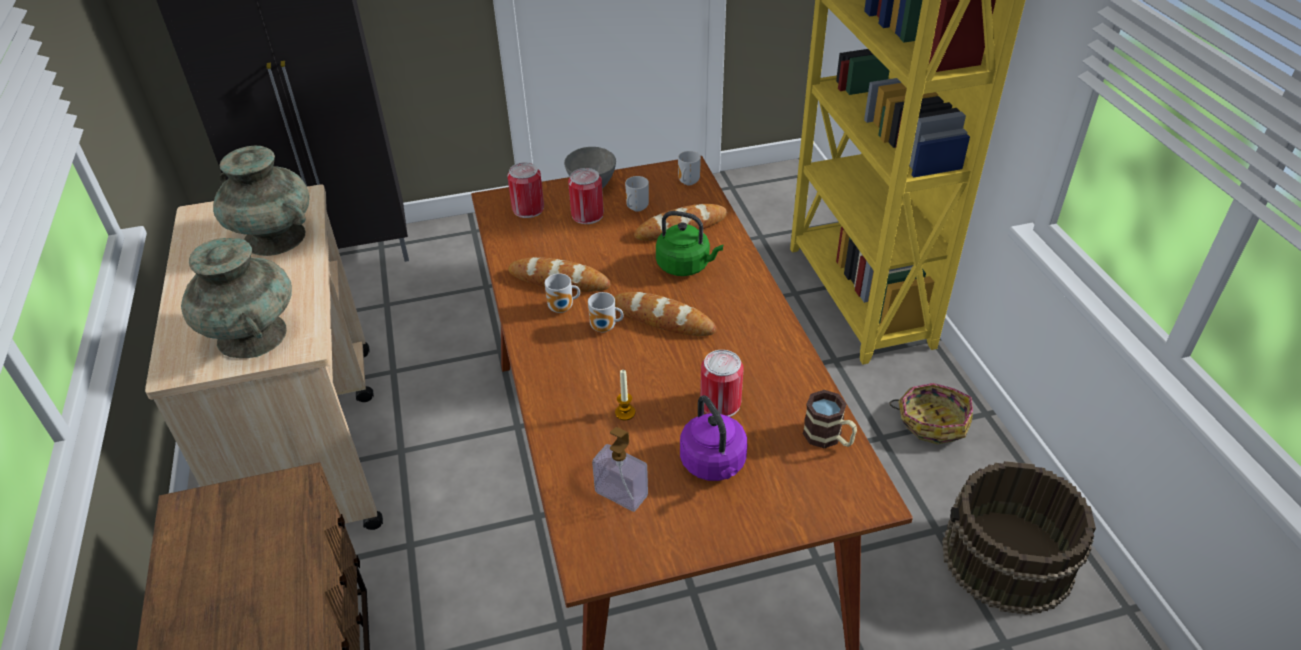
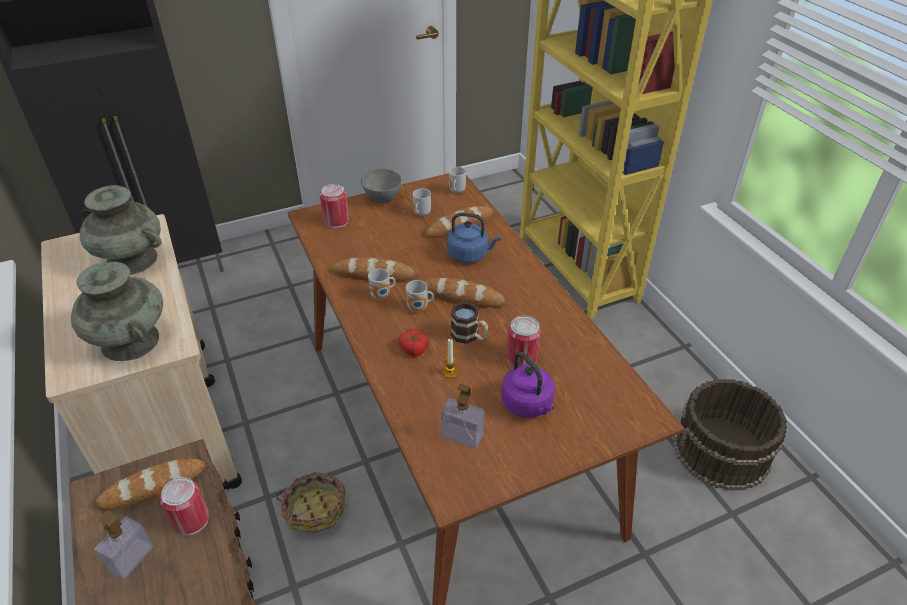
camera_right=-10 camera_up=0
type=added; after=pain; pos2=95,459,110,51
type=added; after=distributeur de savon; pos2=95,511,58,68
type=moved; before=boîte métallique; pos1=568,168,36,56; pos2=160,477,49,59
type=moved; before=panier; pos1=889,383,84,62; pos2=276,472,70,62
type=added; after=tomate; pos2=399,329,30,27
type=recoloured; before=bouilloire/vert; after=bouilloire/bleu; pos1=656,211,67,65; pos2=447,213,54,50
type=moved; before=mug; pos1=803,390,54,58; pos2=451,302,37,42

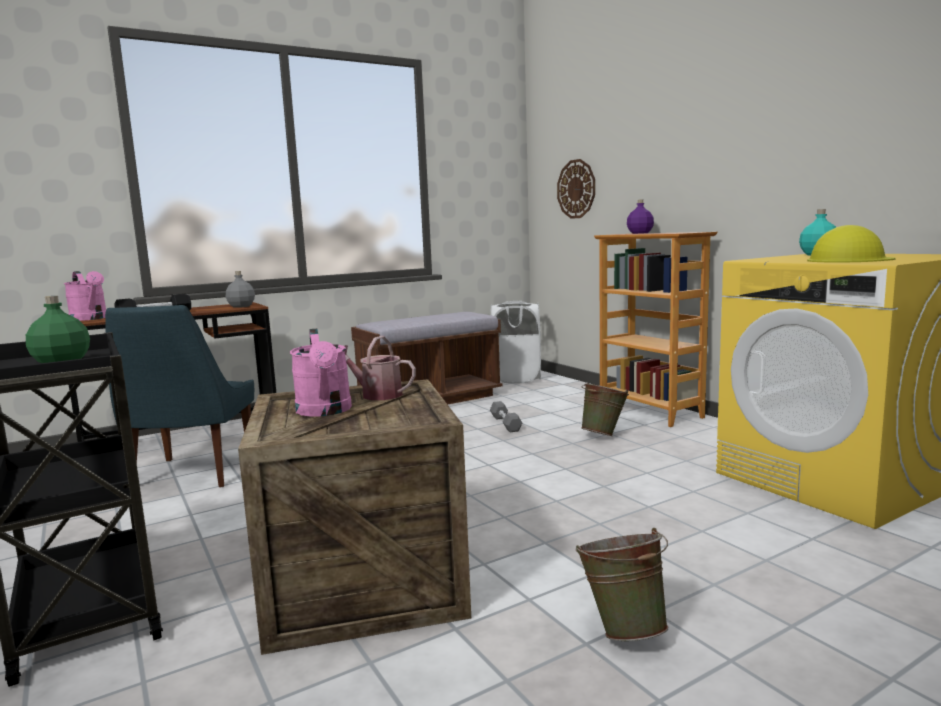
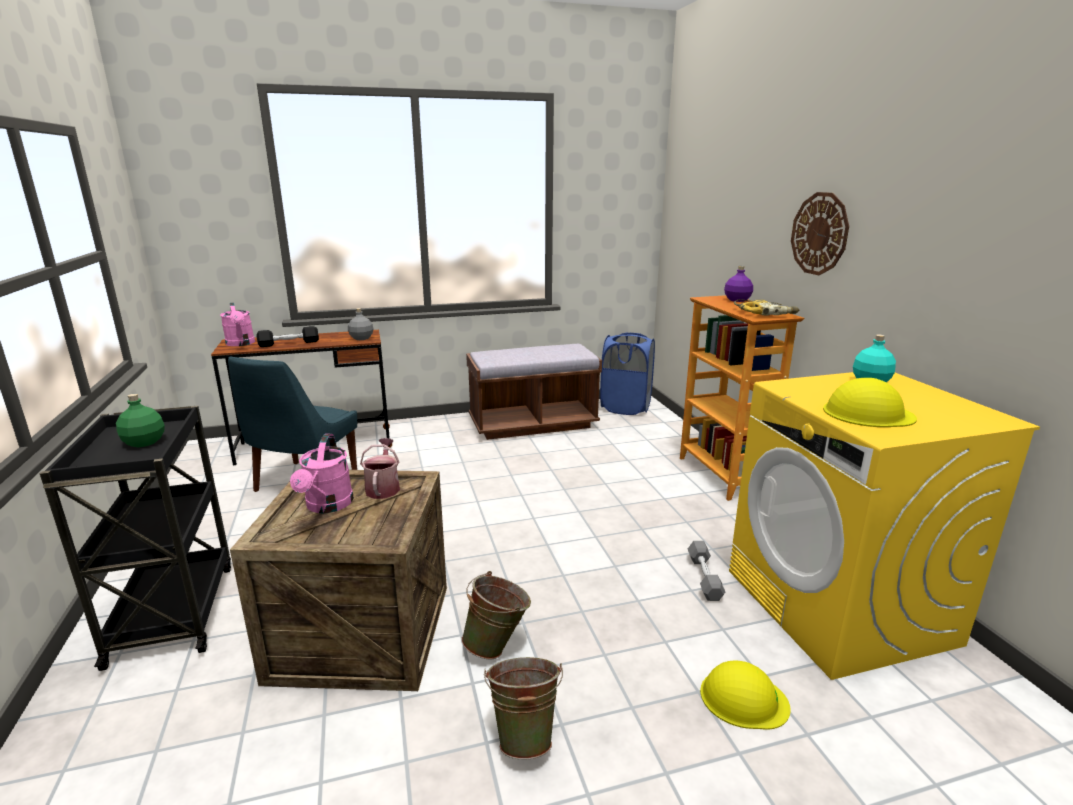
camera_right=15 camera_up=10
type=turned; before=arrosoir; pos1=344,336,72,64; pos2=360,438,40,61; turn=45
type=moved; before=seau/vert; pos1=581,383,48,53; pos2=461,571,70,89
type=recoloured; before=panier à linge/blanc; after=panier à linge/bleu; pos1=491,301,50,83; pos2=600,333,55,82
type=moved; before=haltère/gris; pos1=490,401,32,31; pos2=688,541,37,60
type=added; after=casque de chantier/jaune; pos2=700,660,91,70
type=added; after=perceuse; pos2=734,299,66,16
type=moved; before=horloge murale; pos1=557,159,38,60; pos2=791,192,58,83

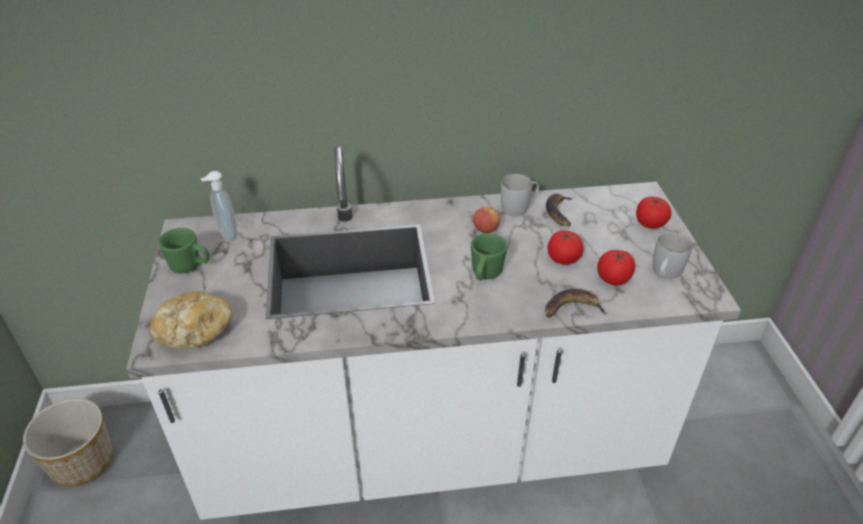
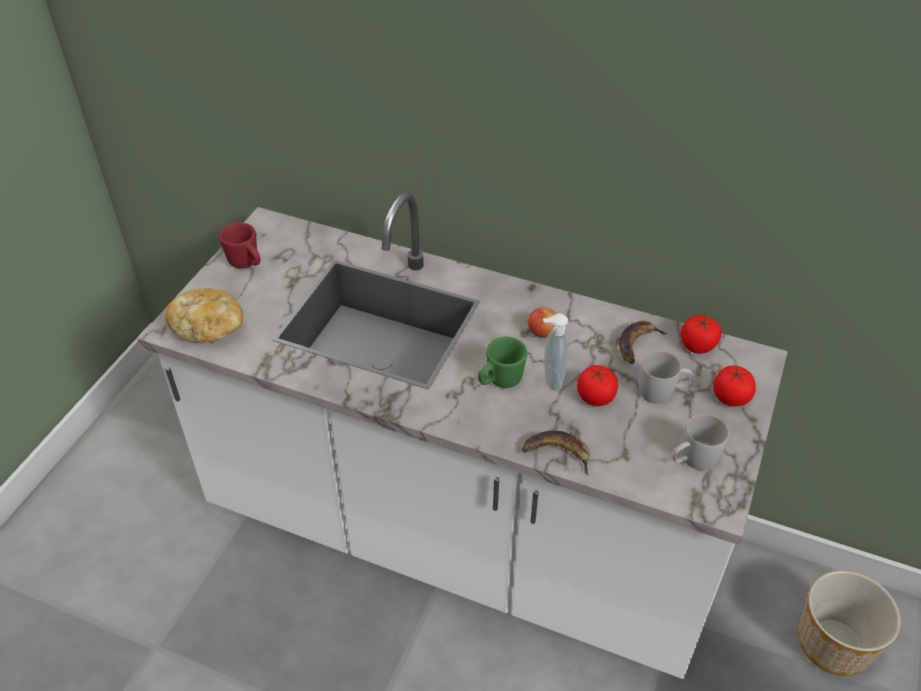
camera_right=30 camera_up=5
type=recoloured; before=mug/vert; after=mug/rouge; pos1=158,228,52,45; pos2=219,222,42,46
type=moved; before=distributeur de savon; pos1=201,171,36,70; pos2=543,313,25,78
type=moved; before=mug/blanc; pos1=501,174,38,42; pos2=639,351,55,53
type=moved; before=tomate; pos1=597,250,38,35; pos2=680,315,42,39
type=moved; before=cache-pot; pos1=23,398,90,89; pos2=798,570,103,106

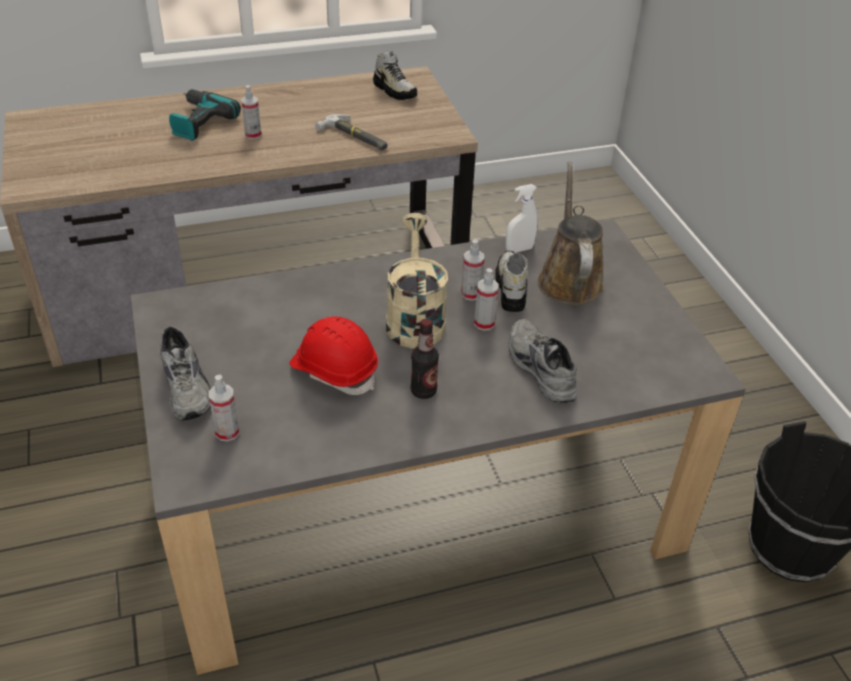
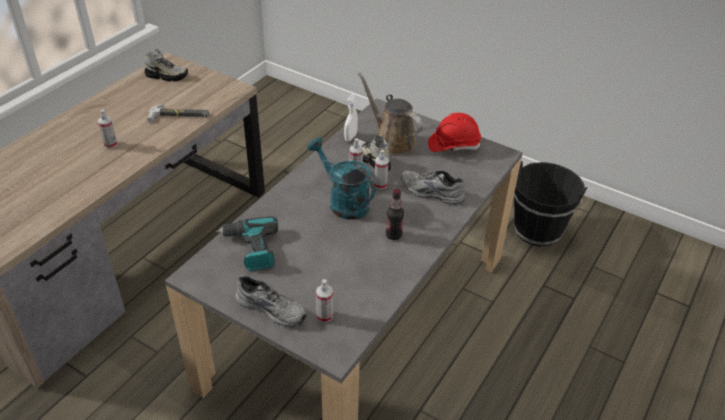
camera_right=-40 camera_up=0
type=moved; before=perceuse; pos1=169,89,72,52; pos2=216,216,62,55
type=recoloured; before=arrosoir/beige; after=arrosoir/turquoise; pos1=386,213,62,136; pos2=308,137,68,83
type=moved; before=casque de chantier/rouge; pos1=289,317,89,78; pos2=428,113,53,39

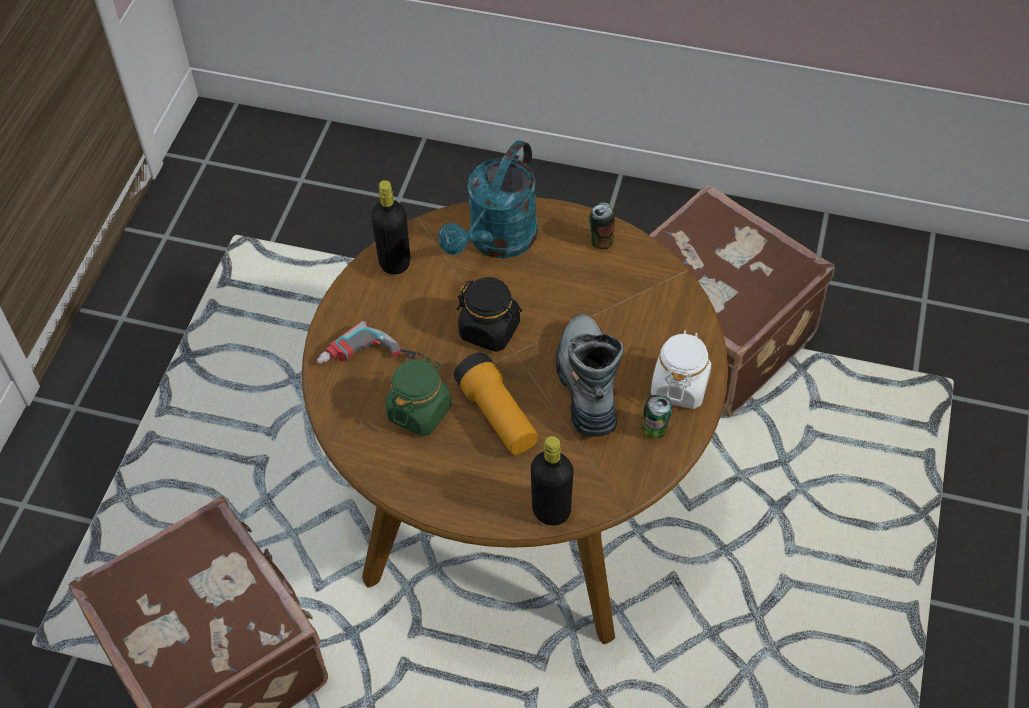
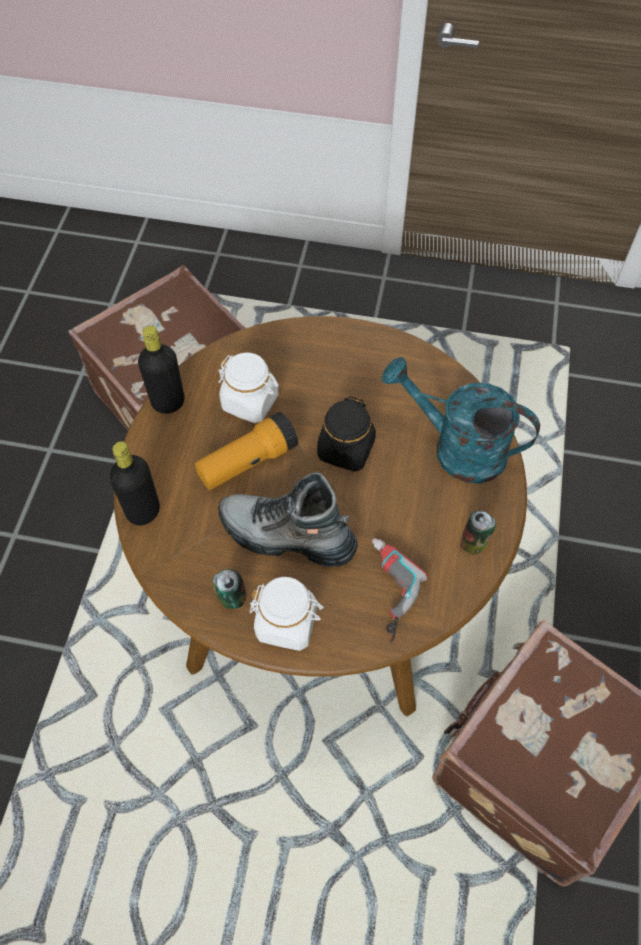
camera_right=85 camera_up=5
type=moved; before=bouteille/noir; pos1=371,180,39,95; pos2=138,326,47,88
type=recoloured; before=bocal/vert; after=bocal/blanc; pos1=385,357,66,80; pos2=218,353,61,70
type=turned; before=botte; pos1=556,314,68,123; pos2=218,472,140,95; turn=-150
type=moved; before=perceuse; pos1=317,321,107,43; pos2=372,538,56,105

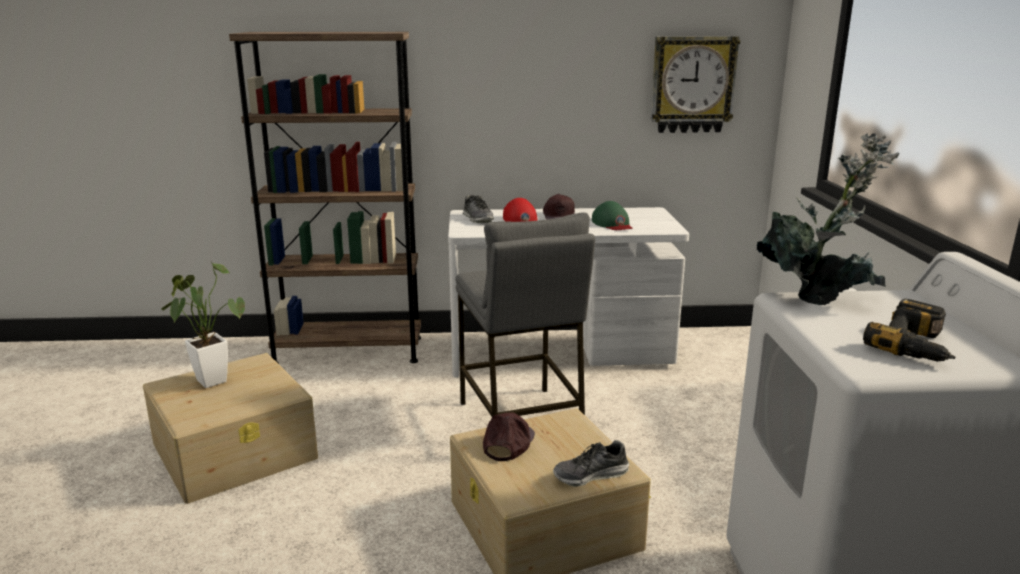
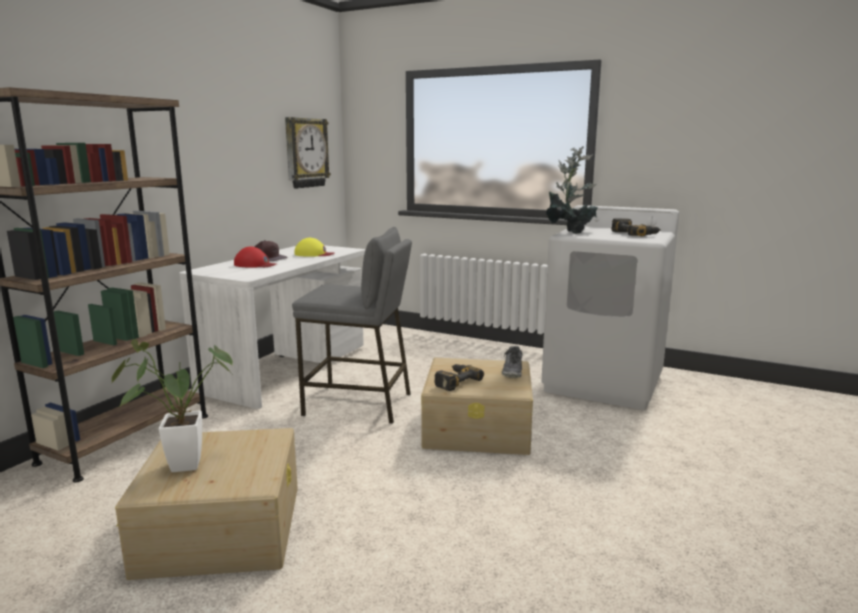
camera_right=-60 camera_up=-5
type=recoloured; before=casquette/vert; after=casquette/jaune; pos1=592,201,40,29; pos2=294,238,41,19
type=replaced; before=casquette/marron; after=perceuse; pos1=483,412,52,49; pos2=435,364,49,27
type=removed; before=chaussure; pos1=462,195,32,28

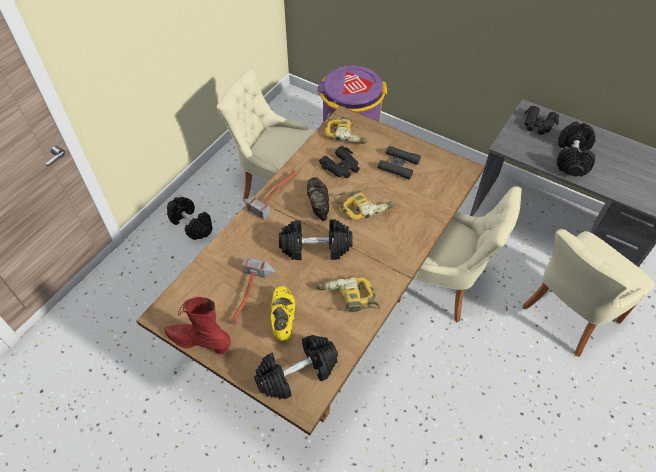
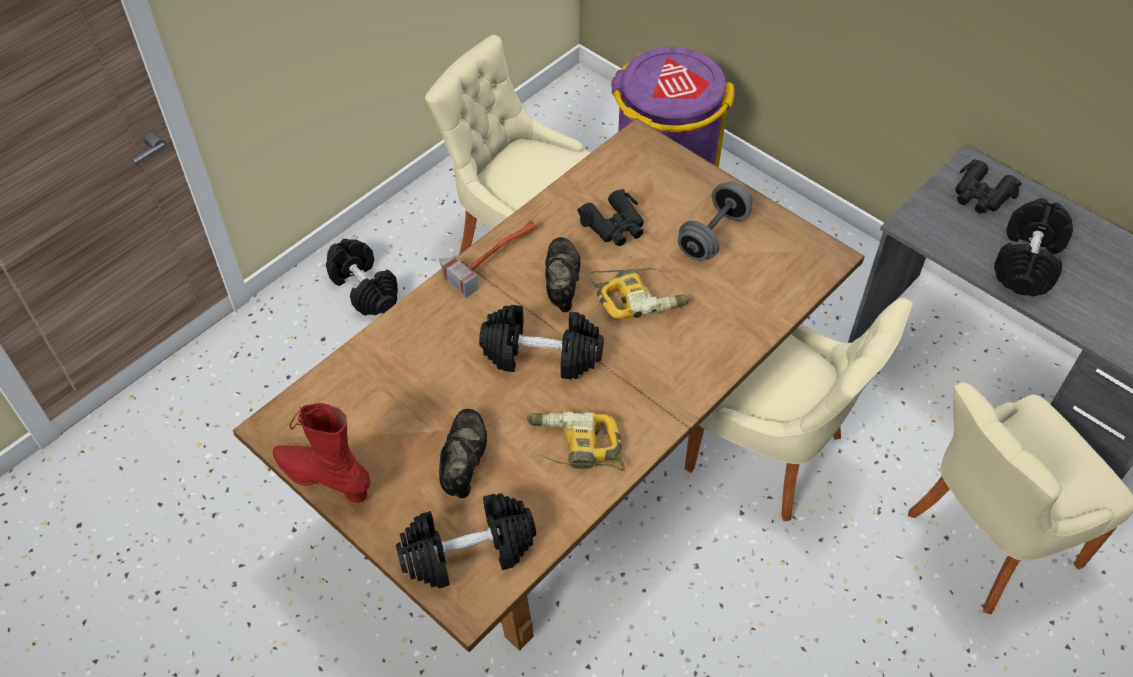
camera_right=10 camera_up=0
type=recoloured; before=chaussure/jaune; after=chaussure/noir; pos1=271,286,24,55; pos2=439,409,48,89
type=replaced; before=jumelles/noir; after=haltère/gris; pos1=378,146,43,34; pos2=678,181,74,80
type=removed; before=marteau; pos1=229,256,47,69
type=removed; before=perceuse; pos1=325,113,43,31

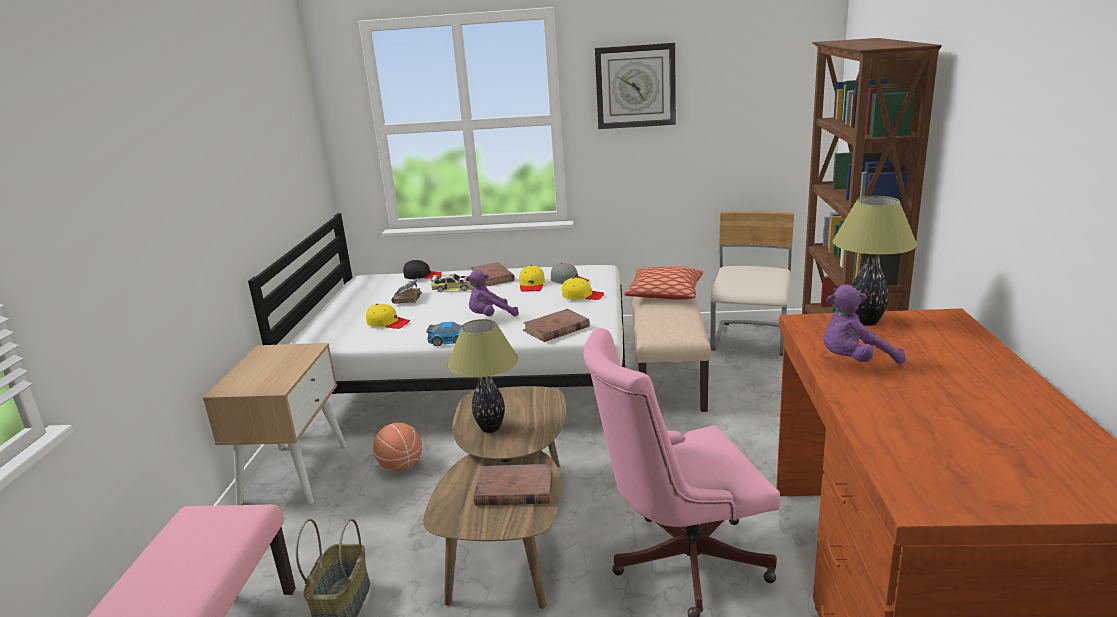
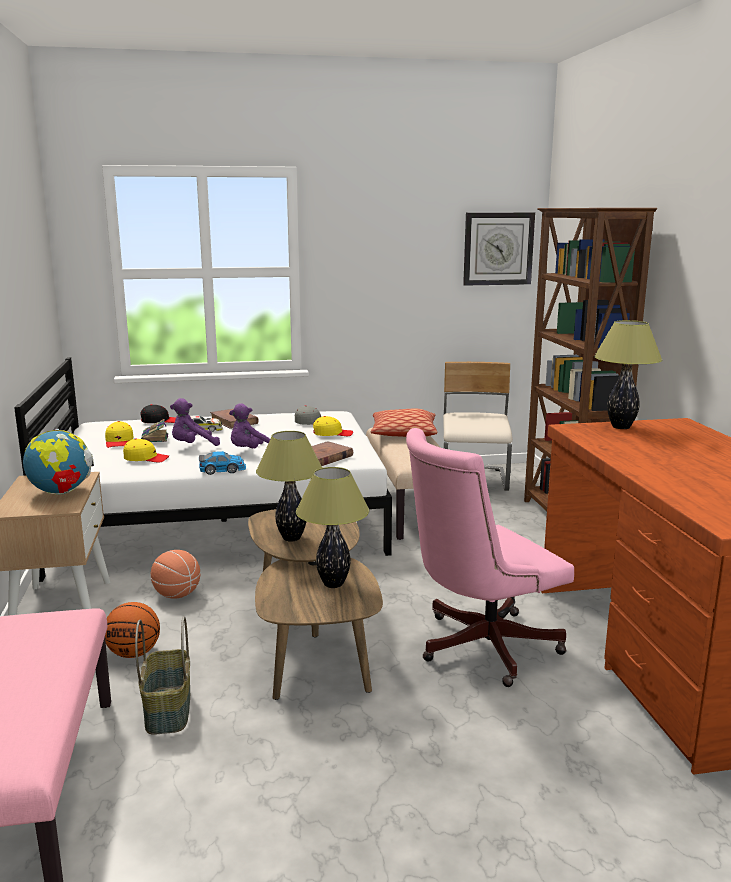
camera_right=-15 camera_up=-5
type=added; after=globe; pos2=23,429,71,66
type=moved; before=casquette/jaune; pos1=519,265,26,27; pos2=105,421,29,27
type=added; after=ballon de basket; pos2=105,602,55,56
type=moved; before=peluche/violet; pos1=823,285,82,79; pos2=170,398,50,48
type=replaced; before=livre/marron; after=lampe de table; pos1=474,464,79,42; pos2=296,467,74,121
type=moved; before=horloge murale; pos1=595,43,81,86; pos2=463,213,72,73

